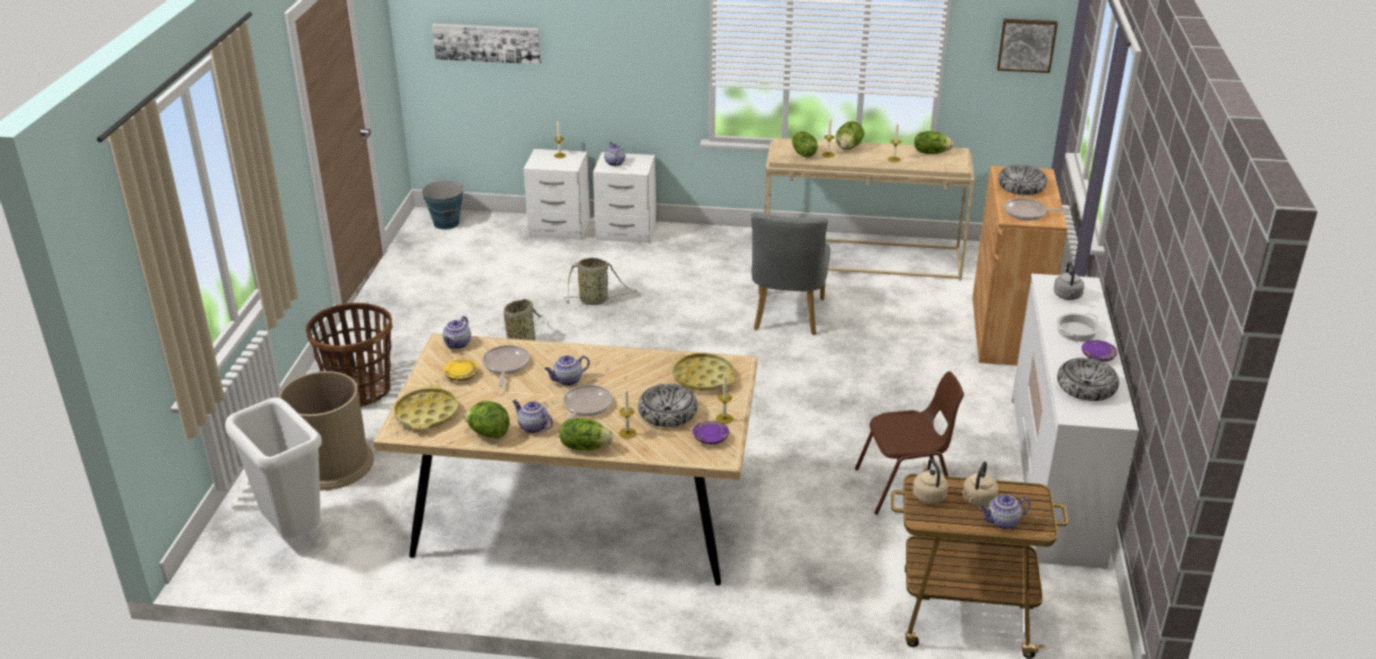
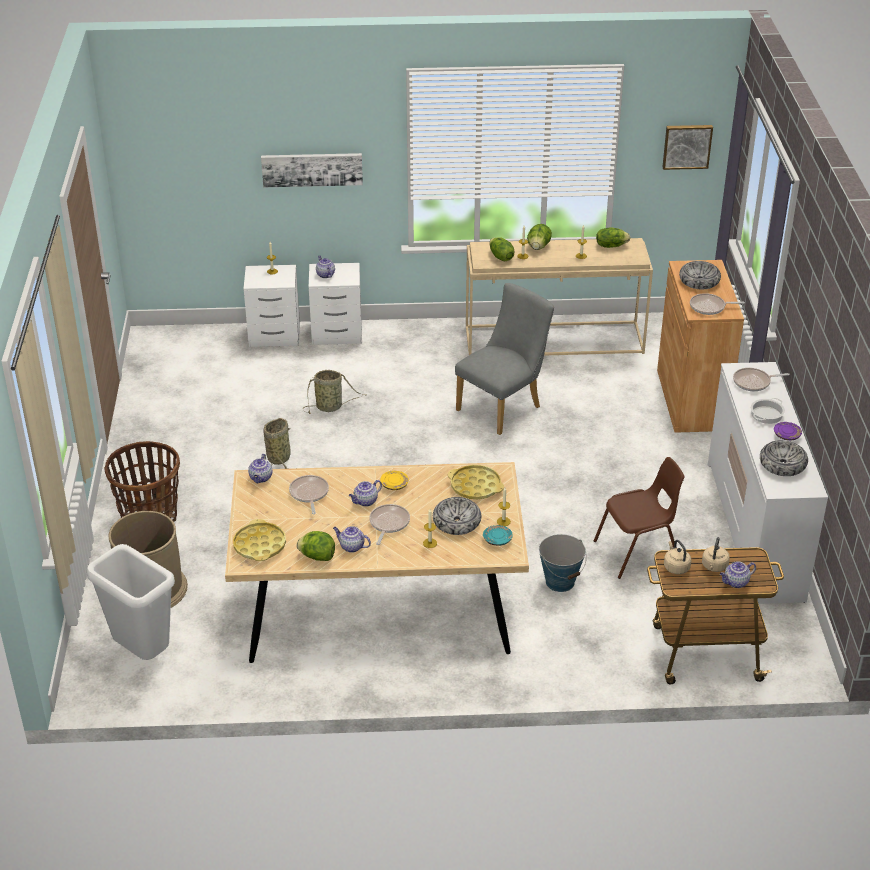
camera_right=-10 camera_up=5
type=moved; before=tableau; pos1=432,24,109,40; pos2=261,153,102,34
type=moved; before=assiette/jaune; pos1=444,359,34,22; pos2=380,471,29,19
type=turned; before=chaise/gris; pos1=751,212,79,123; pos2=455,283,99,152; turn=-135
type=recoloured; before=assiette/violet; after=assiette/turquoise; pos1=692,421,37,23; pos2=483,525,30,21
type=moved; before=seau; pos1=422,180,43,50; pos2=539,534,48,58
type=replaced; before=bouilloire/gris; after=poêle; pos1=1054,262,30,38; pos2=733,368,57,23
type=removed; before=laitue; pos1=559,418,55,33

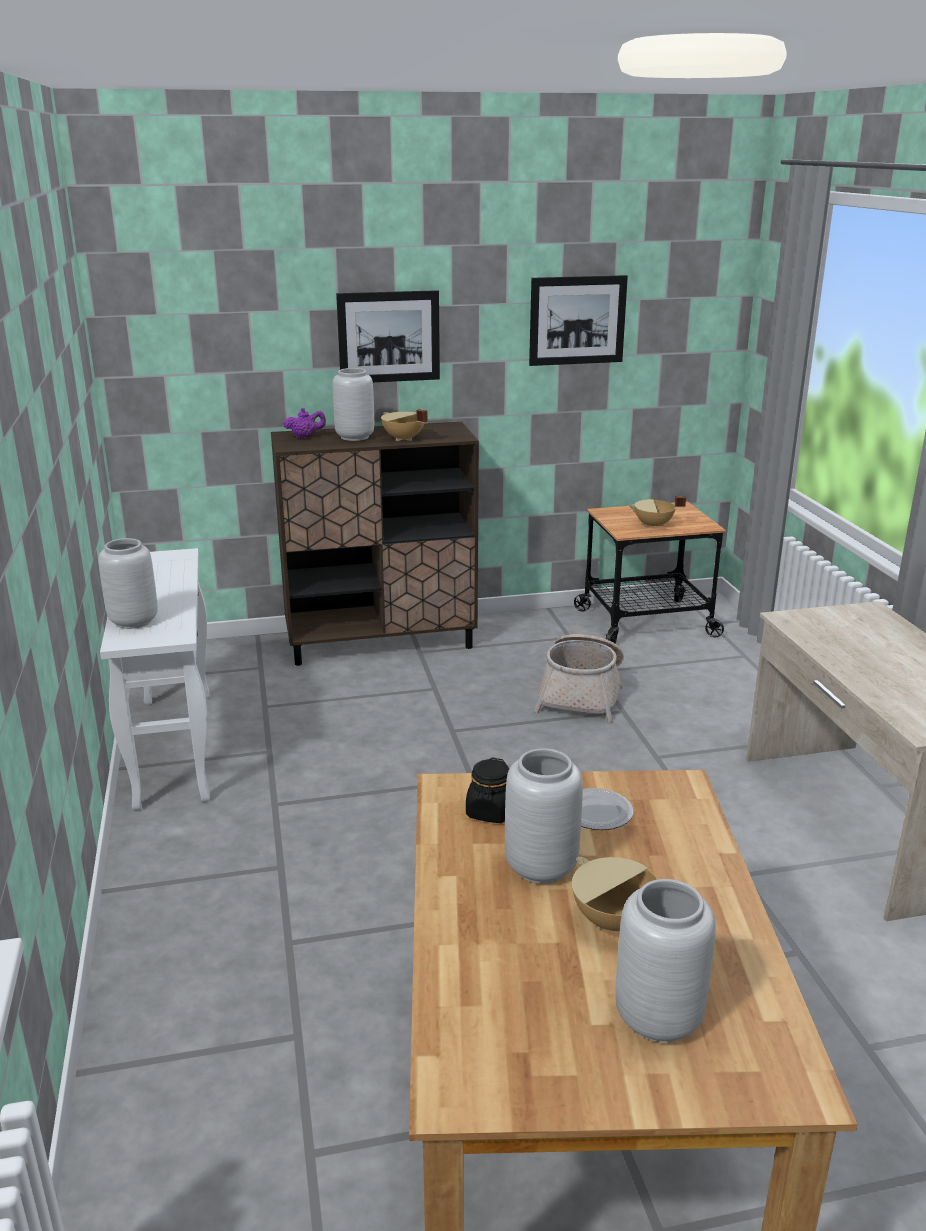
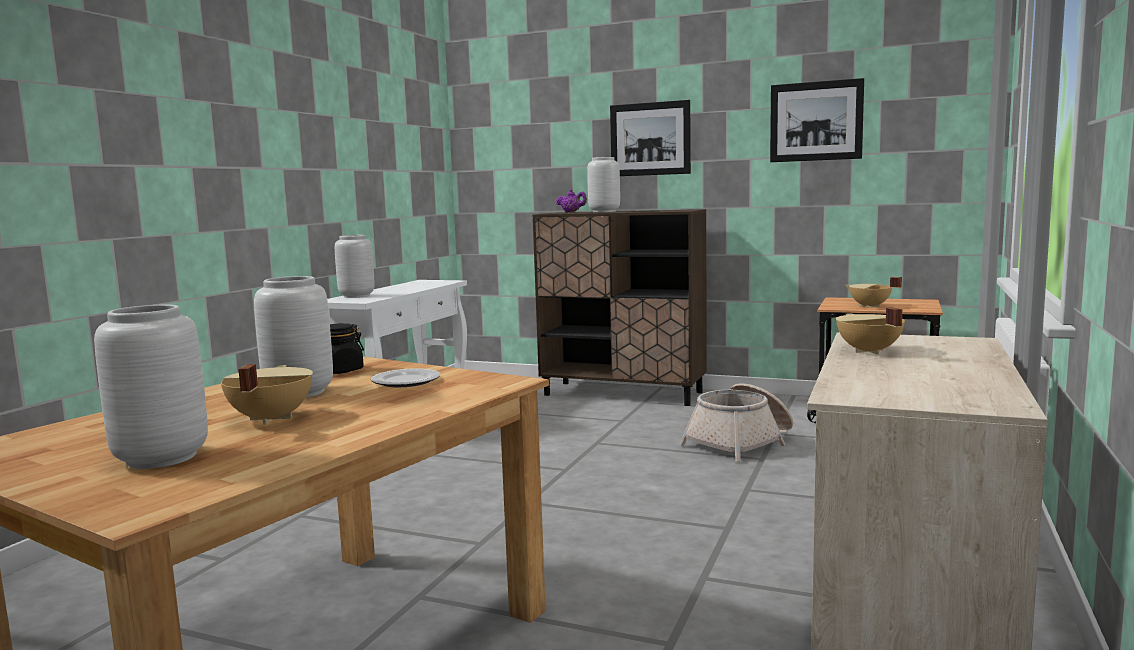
camera_right=35 camera_up=-15
type=moved; before=marmite/beige; pos1=381,409,47,32; pos2=836,307,69,47

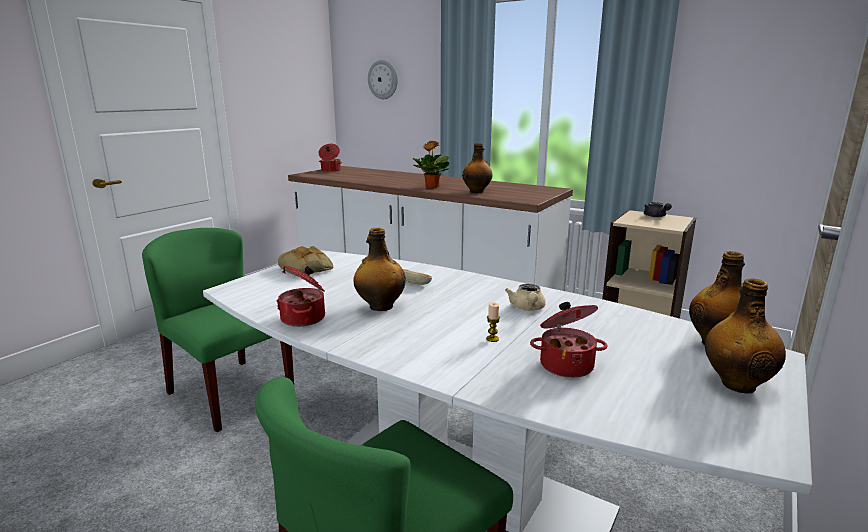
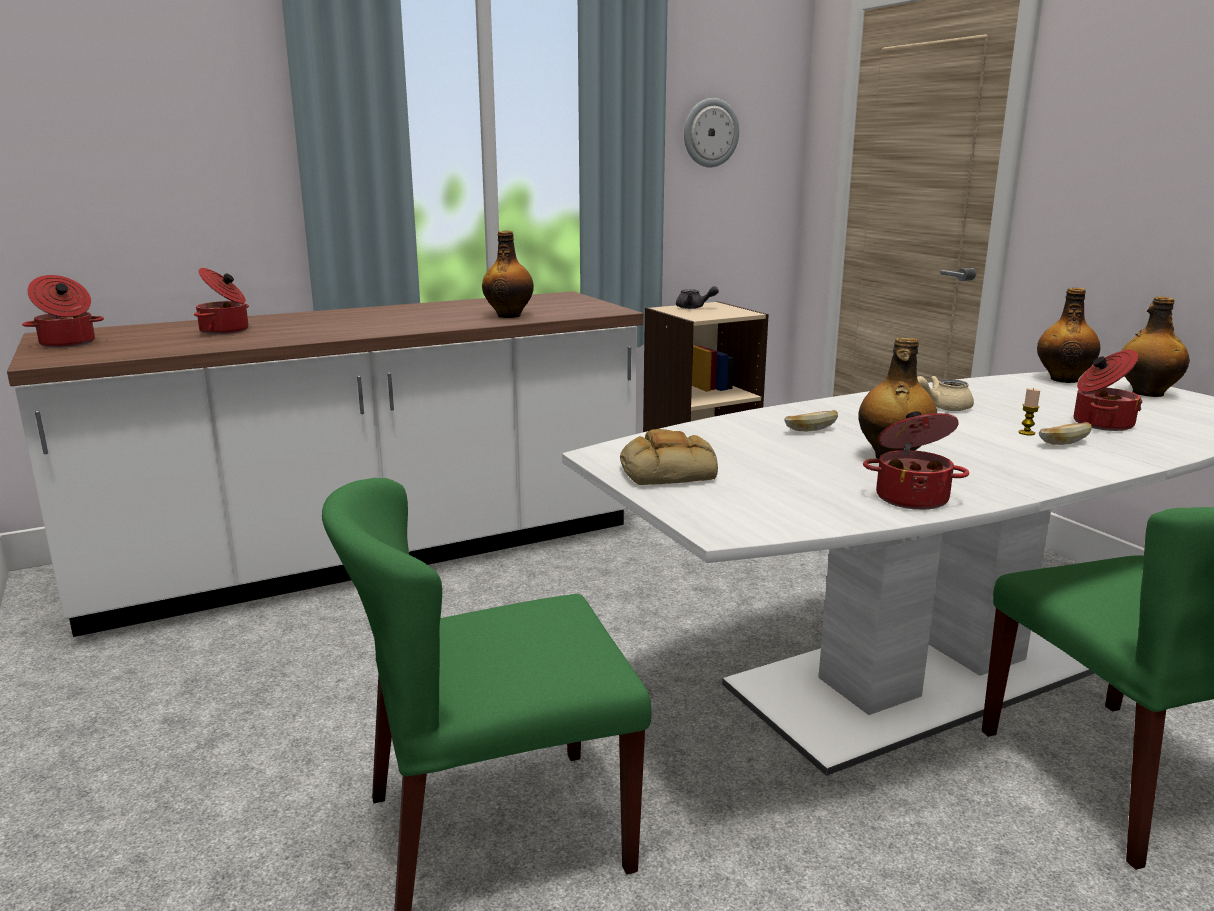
camera_right=-60 camera_up=0
type=added; after=marmite; pos2=194,268,55,67
type=moved; before=horloge murale; pos1=368,60,30,39; pos2=684,98,55,69
type=turned; before=théière/beige; pos1=505,284,41,27; pos2=917,376,57,35; turn=135
type=added; after=pain; pos2=1039,422,53,23
type=removed; before=plante en pot; pos1=413,141,36,47

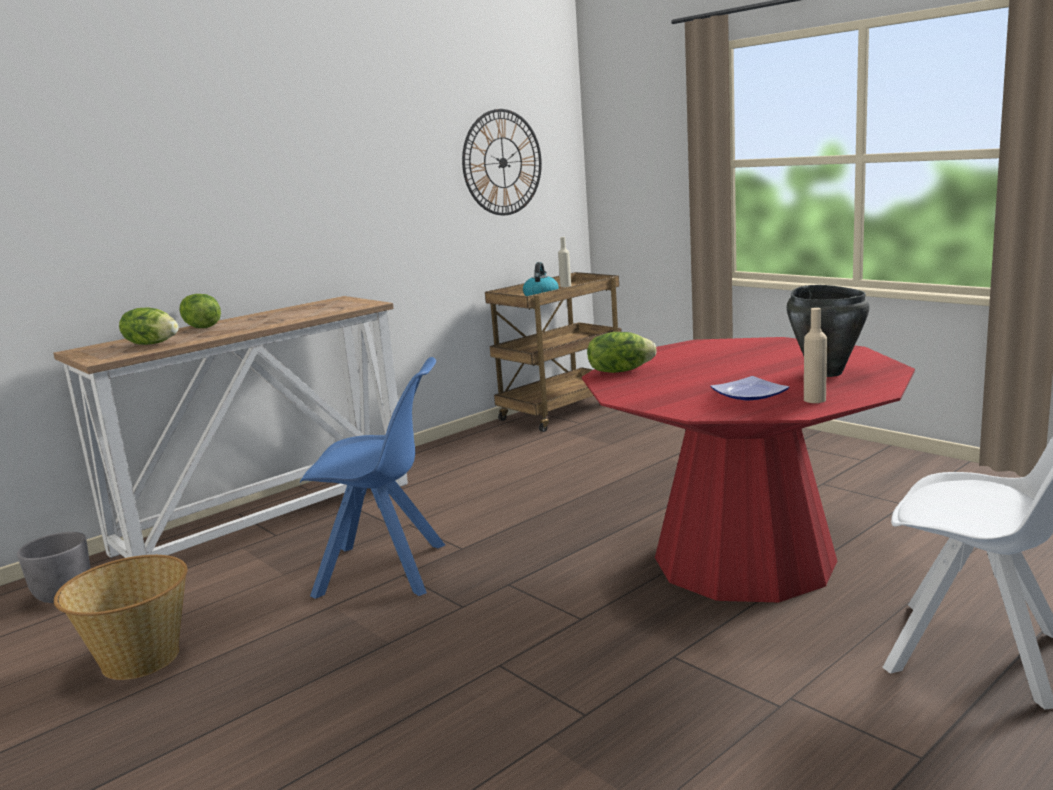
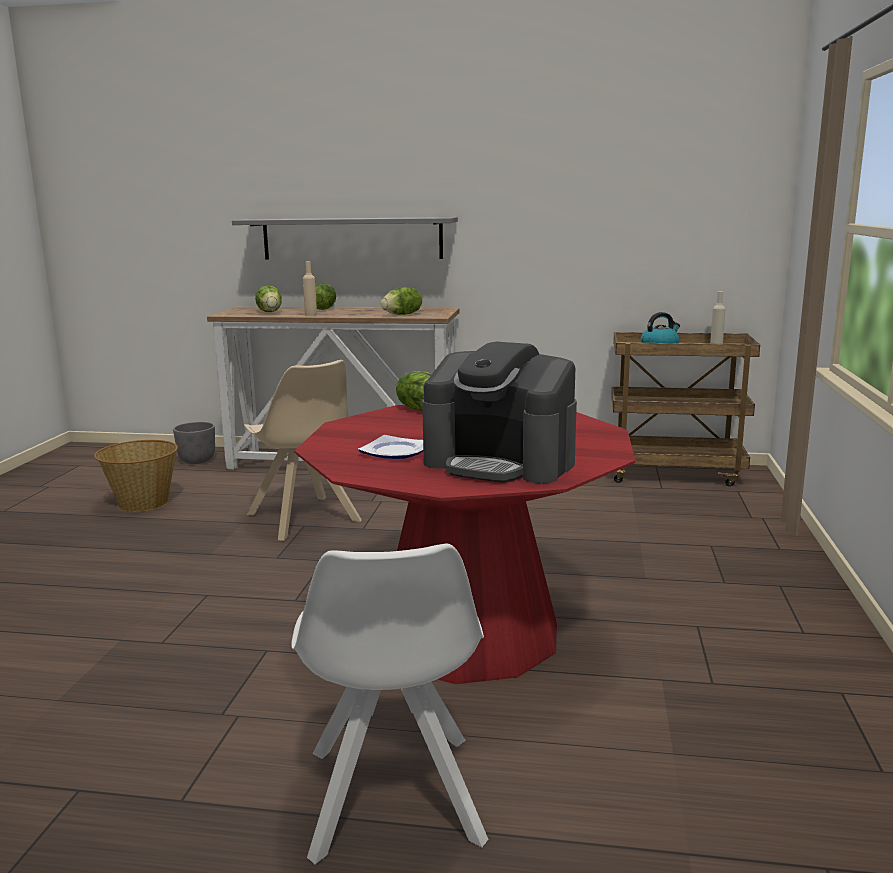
camera_right=50 camera_up=0
type=added; after=étagère/gris; pos2=232,217,226,42
type=recoloured; before=chaise/bleu; after=chaise/beige; pos1=300,357,145,242; pos2=244,360,118,181
type=moved; before=bouteille/beige; pos1=804,308,23,95; pos2=303,261,14,55
type=added; after=laitue; pos2=381,287,41,28
type=replaced; before=marmite/noir; after=machine à café; pos1=787,285,82,92; pos2=422,342,155,142
type=removed; before=horloge murale; pos1=462,109,80,106

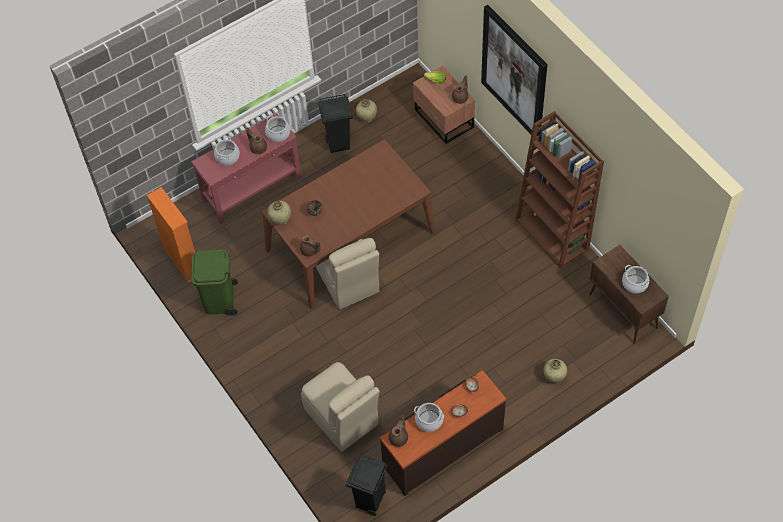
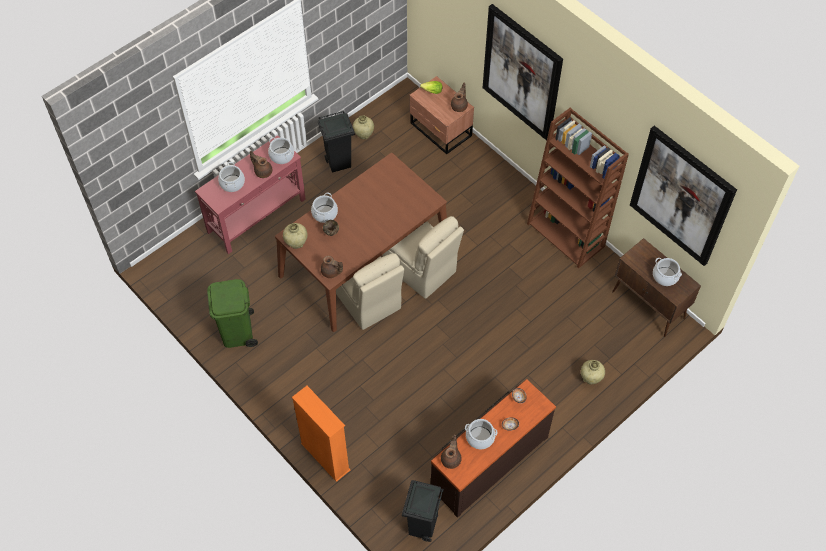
camera_right=-10 camera_up=0
type=moved; before=bibliothèque/orange; pos1=147,187,48,96; pos2=292,386,58,96
type=added; after=marmite; pos2=311,192,27,31
type=moved; before=chaise/beige; pos1=301,362,79,90; pos2=383,216,81,83
type=added; after=tableau; pos2=630,126,107,140

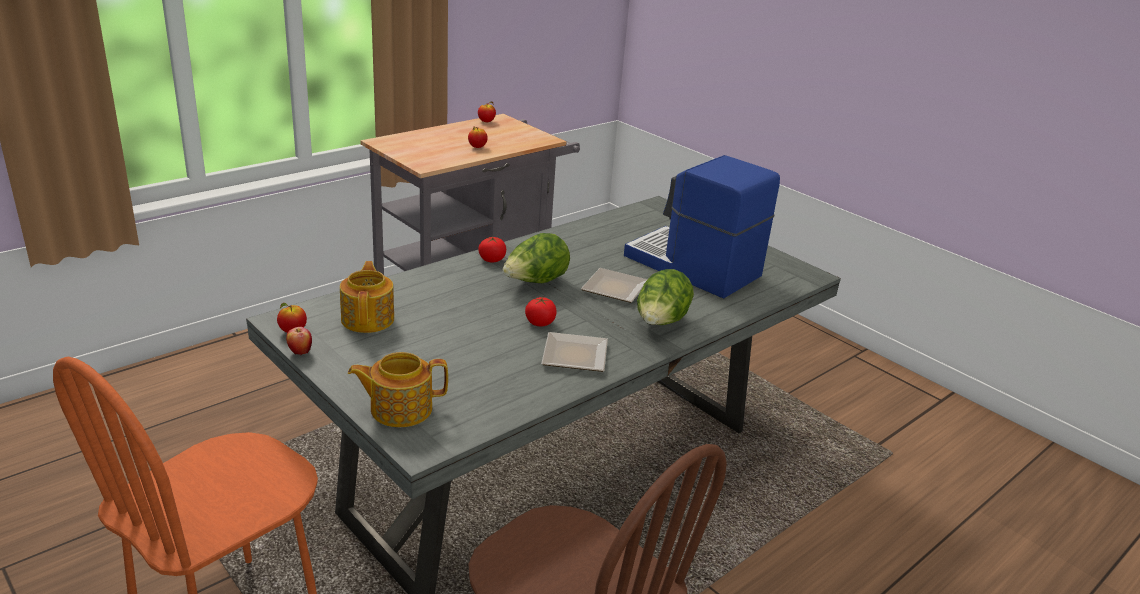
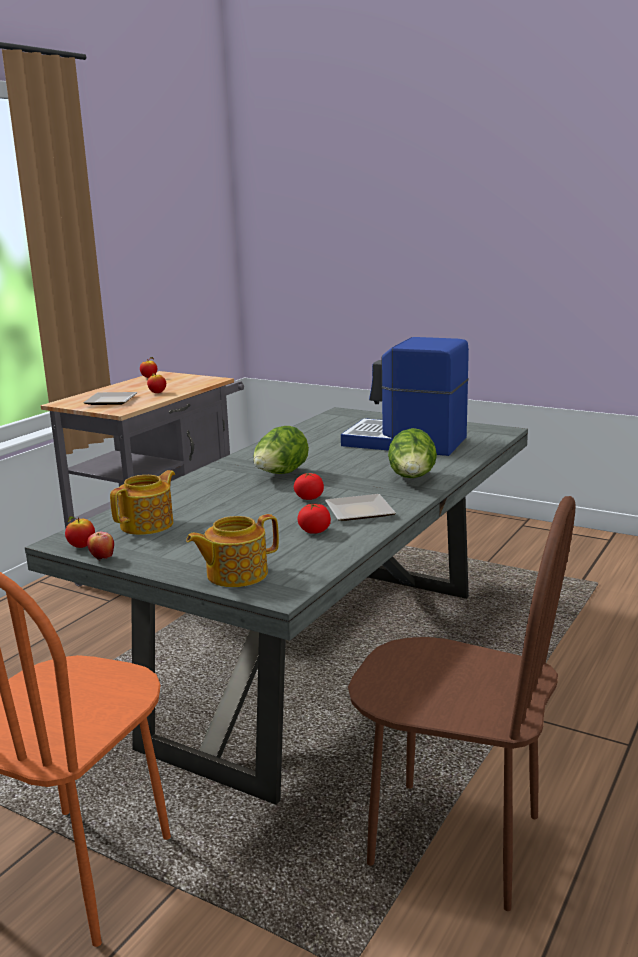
camera_right=-15 camera_up=-10
type=moved; before=assiette; pos1=581,268,67,35; pos2=83,392,54,13
type=turned; before=théière; pos1=340,261,54,72; pos2=110,470,65,65; turn=60
type=moved; before=tomate; pos1=478,237,28,25; pos2=297,504,34,30

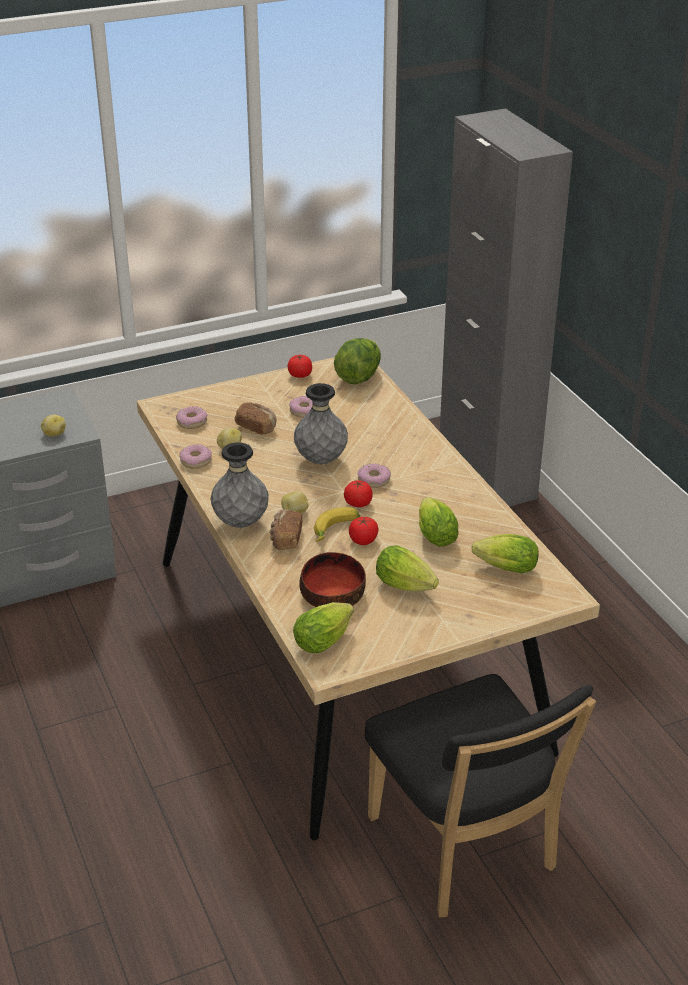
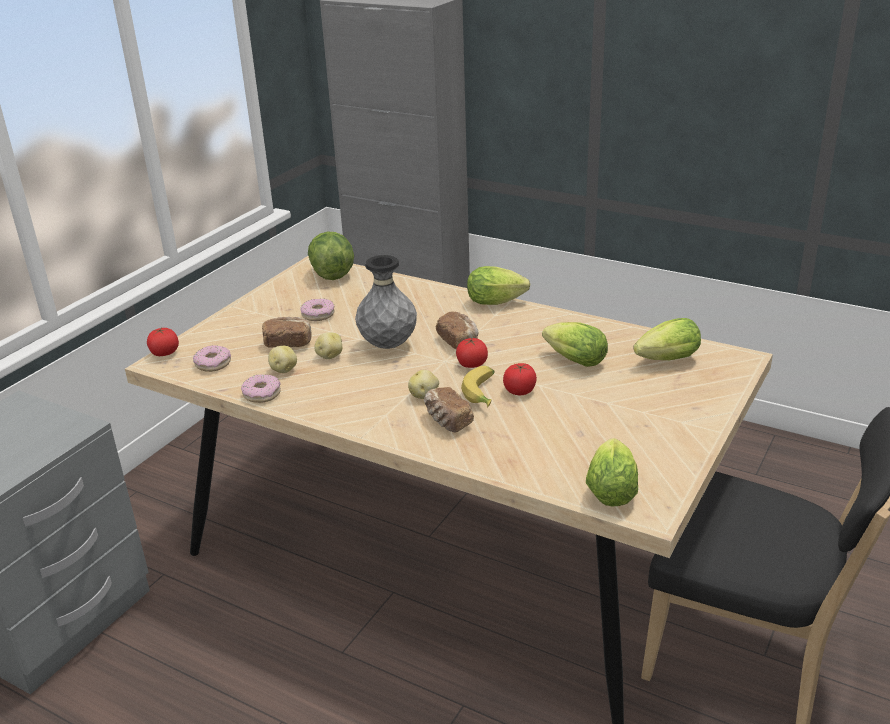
camera_right=-35 camera_up=-5
type=moved; before=tomate; pos1=288,355,24,23; pos2=147,327,32,29
type=moved; before=pomme de terre; pos1=41,414,25,23; pos2=314,332,28,27
type=replaced; before=beignet; after=pain; pos1=357,463,34,25; pos2=436,311,43,38
type=moved; before=laitue; pos1=376,545,63,46; pos2=467,266,63,39
type=removed; before=vase/gris; pos1=211,442,58,86
type=removed; before=bol; pos1=299,552,67,55

